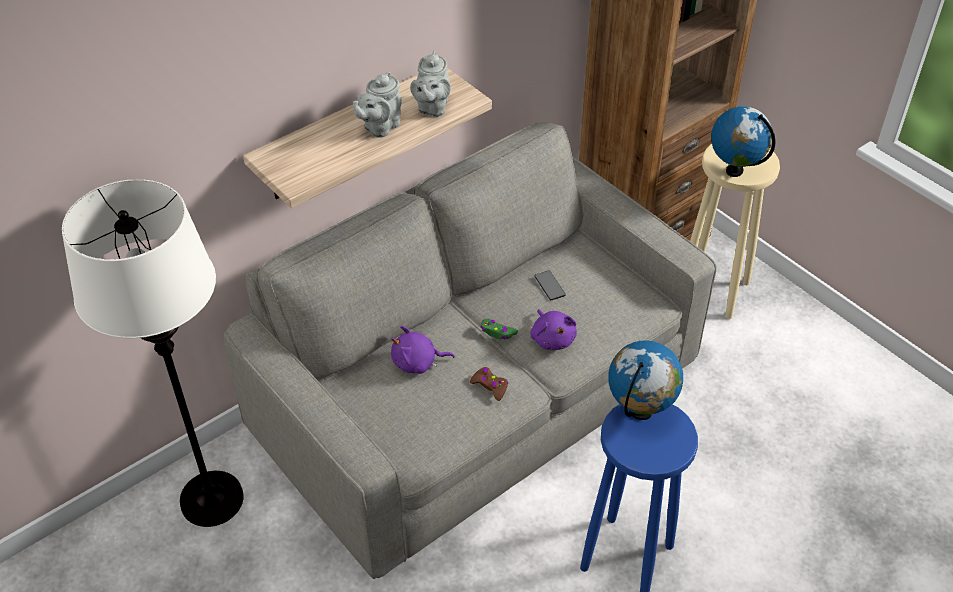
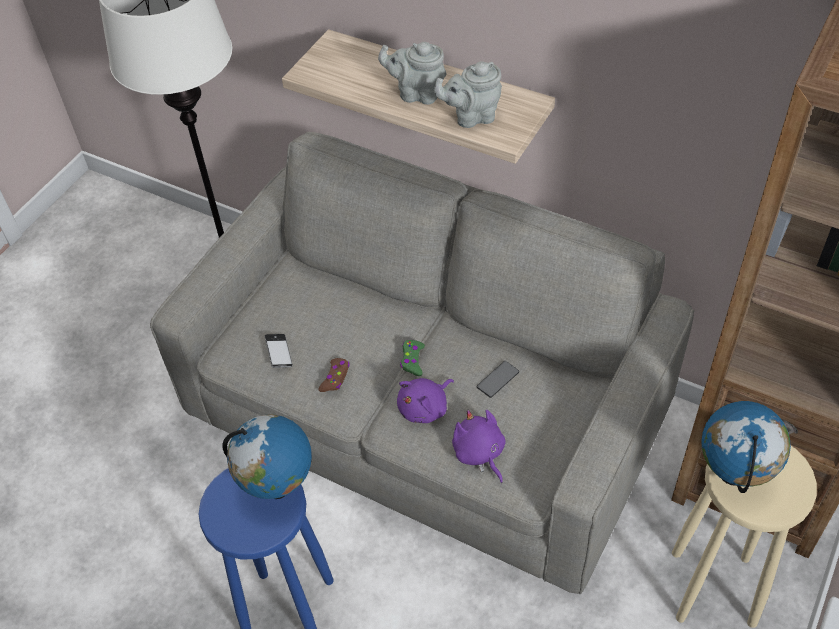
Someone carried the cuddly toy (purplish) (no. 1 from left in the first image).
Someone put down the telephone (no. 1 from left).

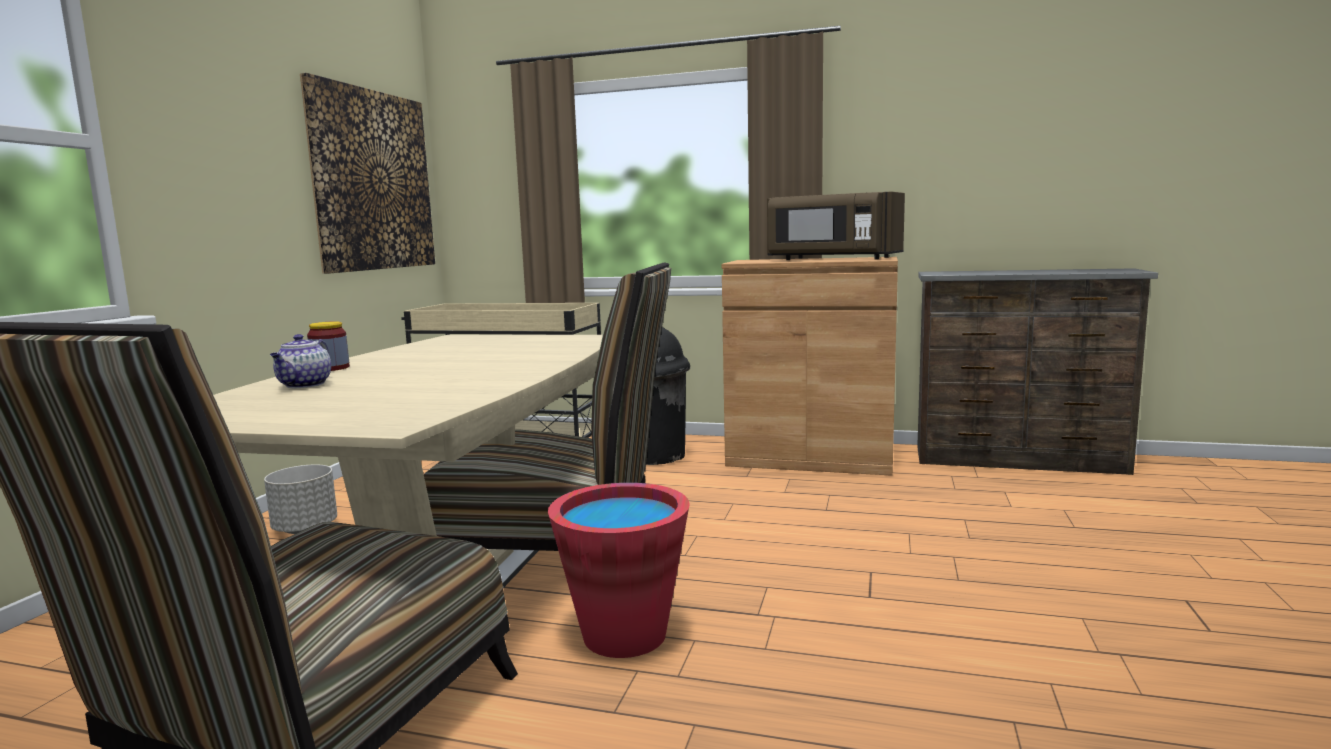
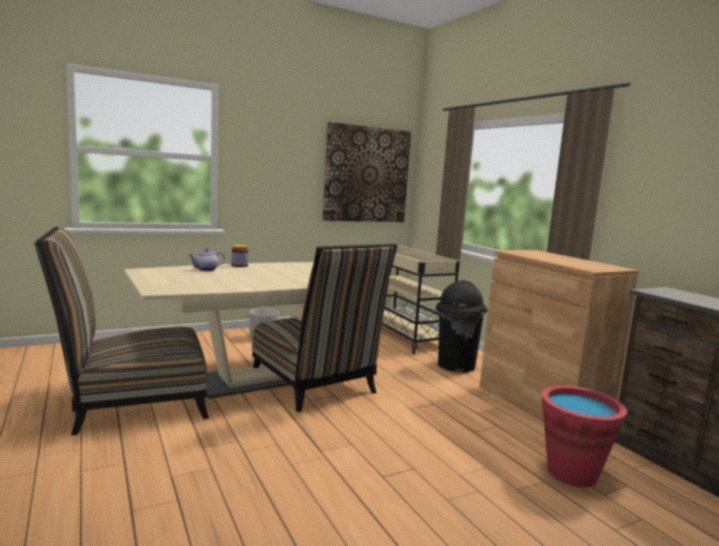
Someone carried the bucket (reddish).
Someone took away the kitchen microwave (brown-coloured).

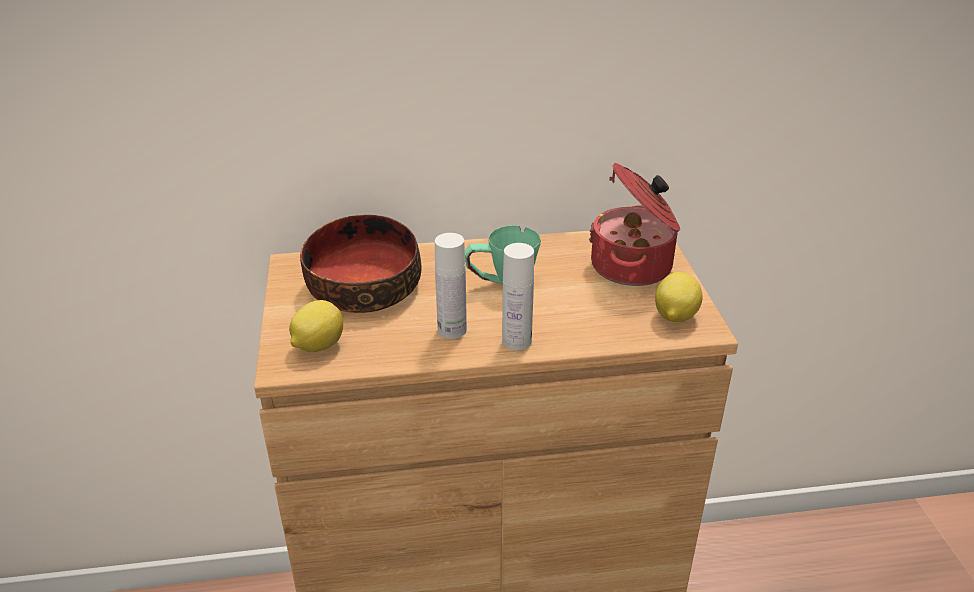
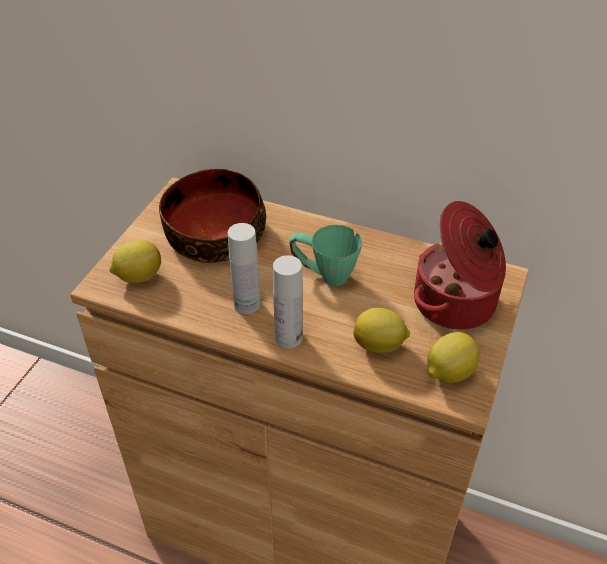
Someone put down the whole lemon (no. 2 from left).

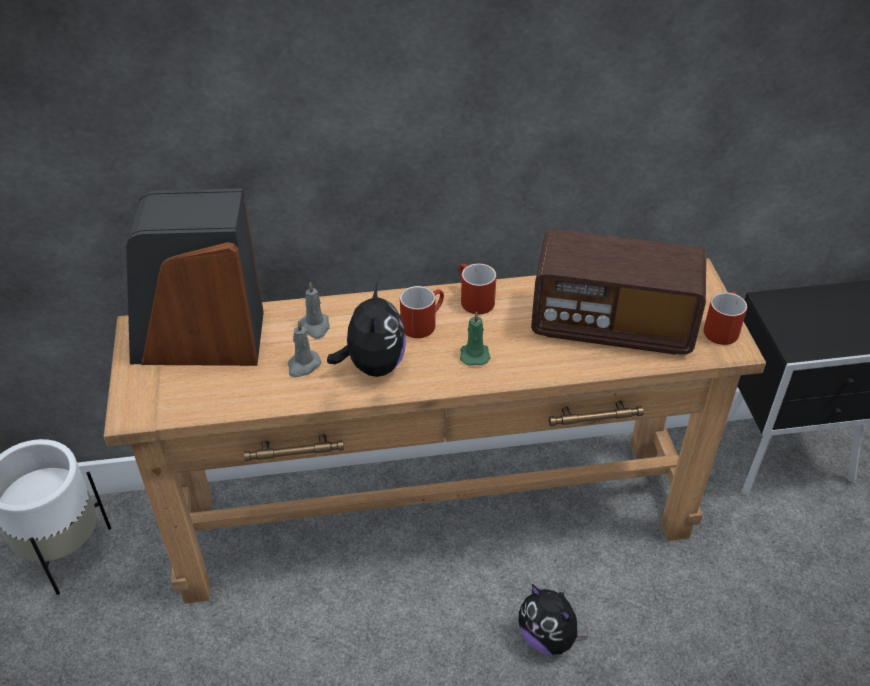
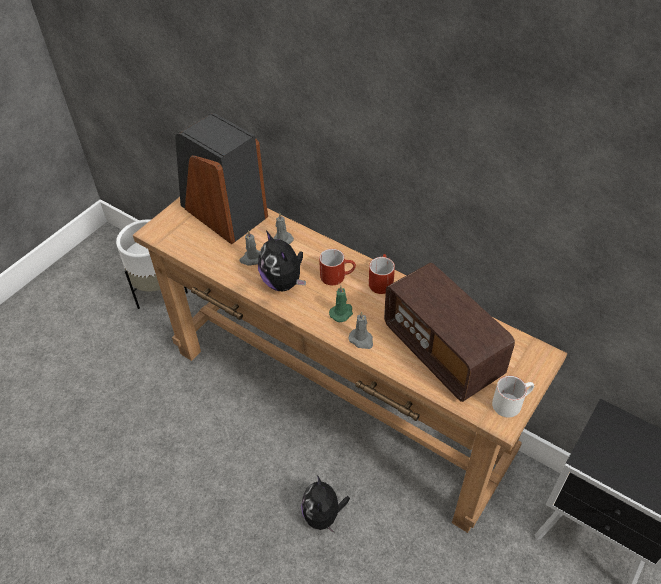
Someone rotated the cuddly toy (no. 1 from left) by 105 degrees clockwise.
Someone repainted the mug (reddish) (no. 3 from left), which became the mug (white-coloured).
Someone put down the candle (gray) (no. 3 from left).

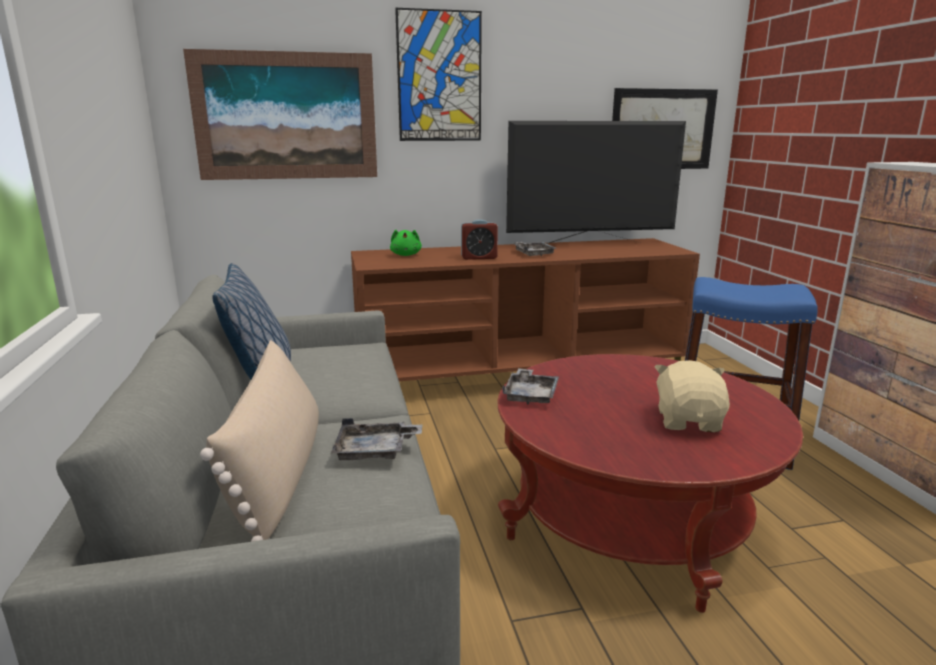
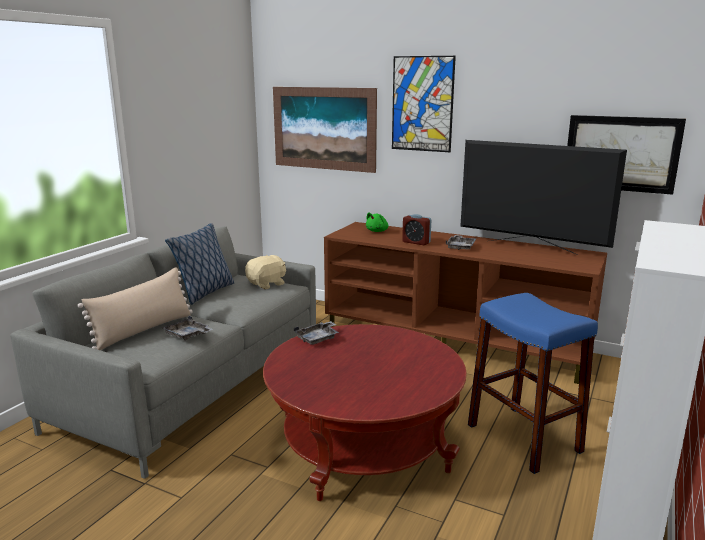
Someone carried the cuddly toy (beige-coloured).

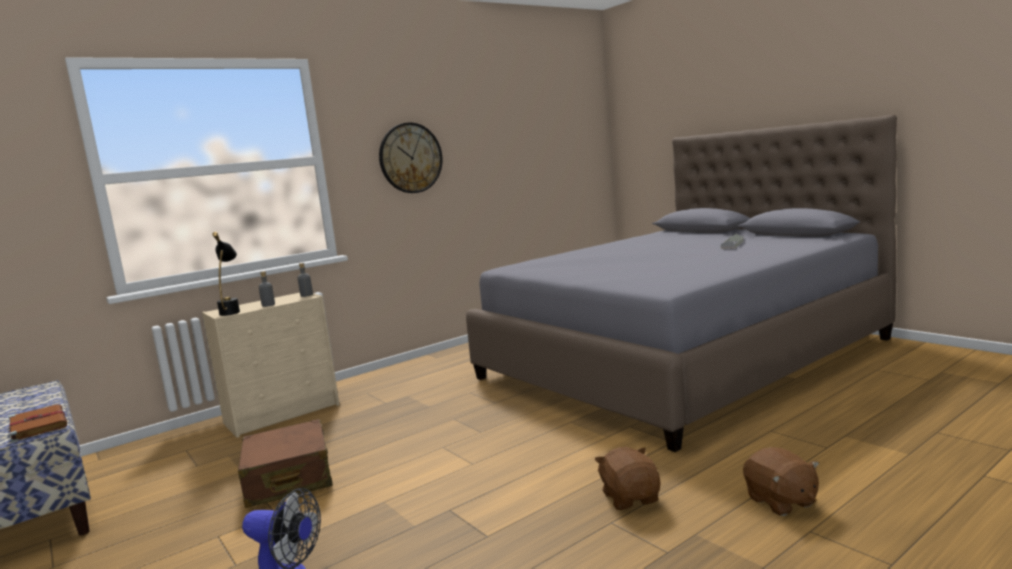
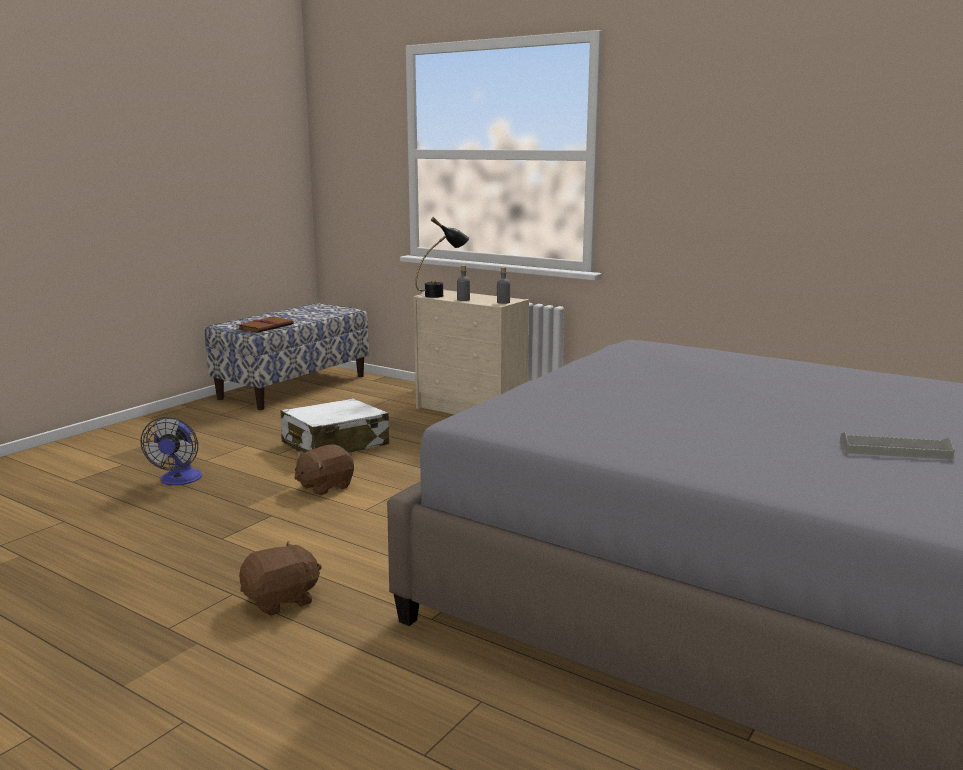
Someone repainted the piece of luggage (brown-coloured), which became the piece of luggage (white-coloured).
Someone took away the clock on the wall.
Someone carried the cuddly toy (brown-coloured) (no. 2 from left).

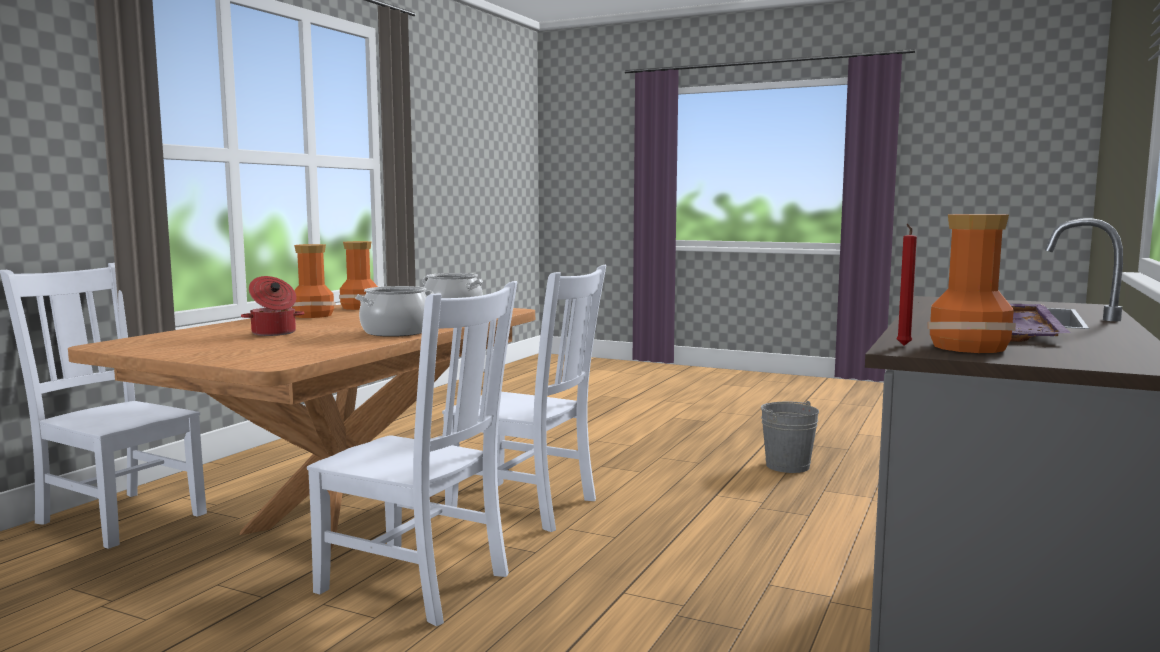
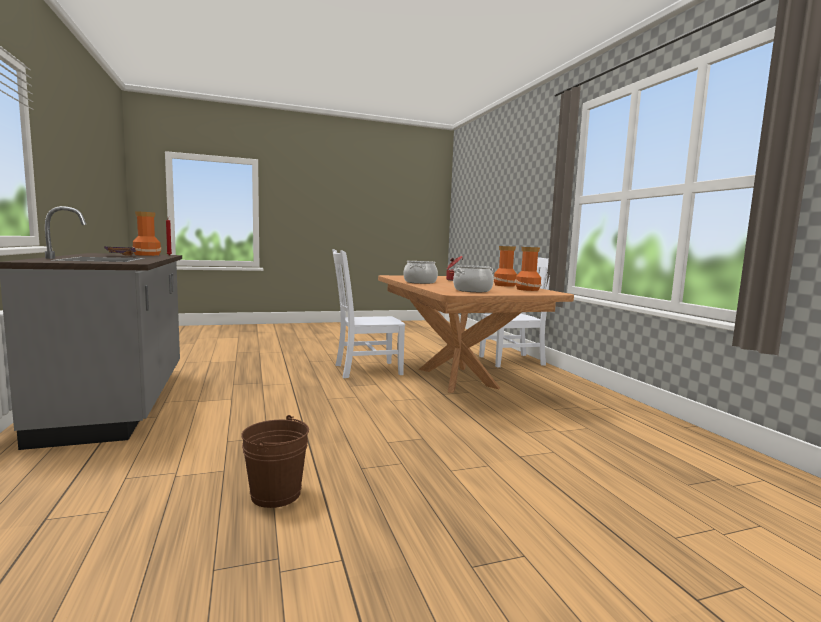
Someone took away the chair (white-coloured) (no. 3 from left).
Someone repainted the bucket (gray), which became the bucket (brown-coloured).

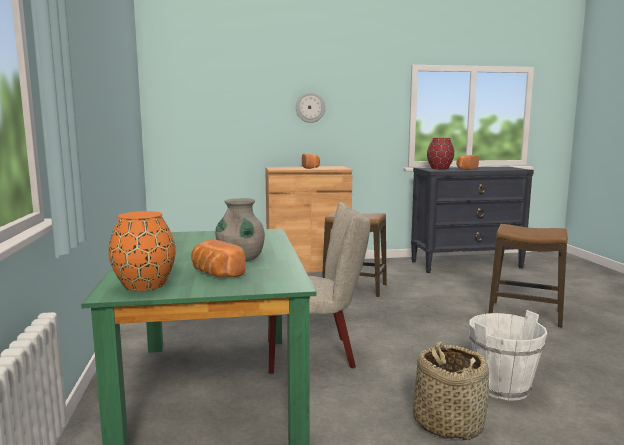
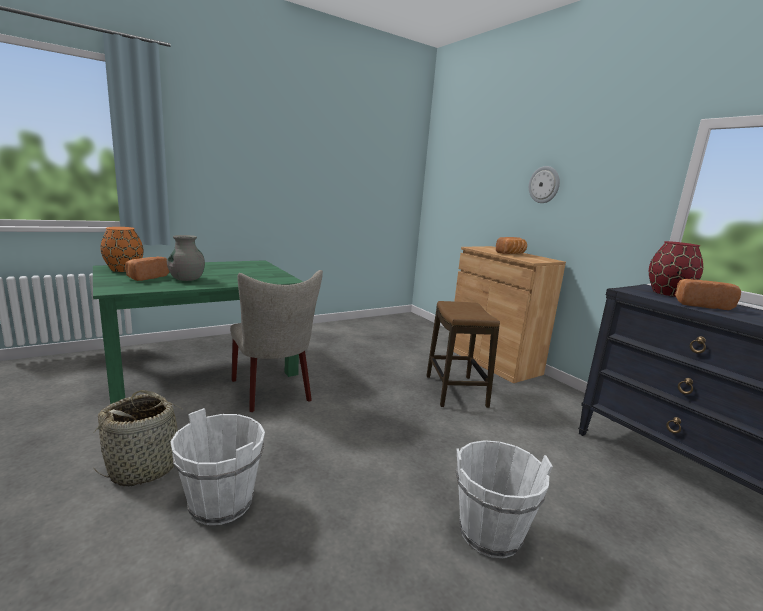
Someone swapped the sitting stool (no. 2 from left) for the bucket (white-coloured) (no. 2 from left).

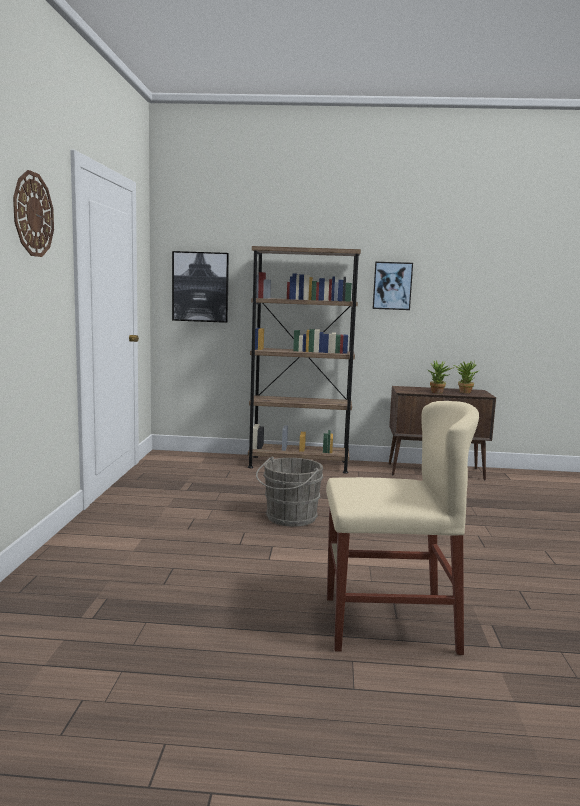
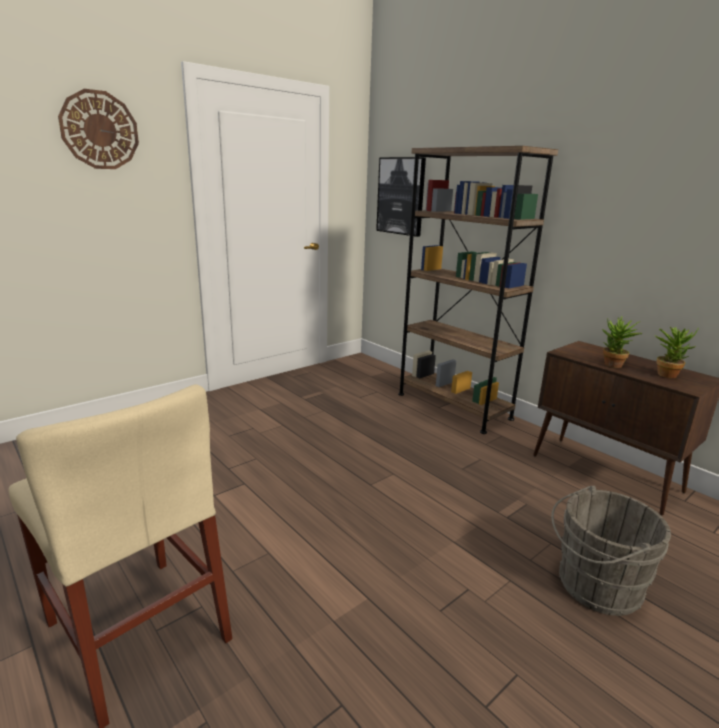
Someone carried the bucket (gray).
Someone took away the wall picture (no. 2 from left).

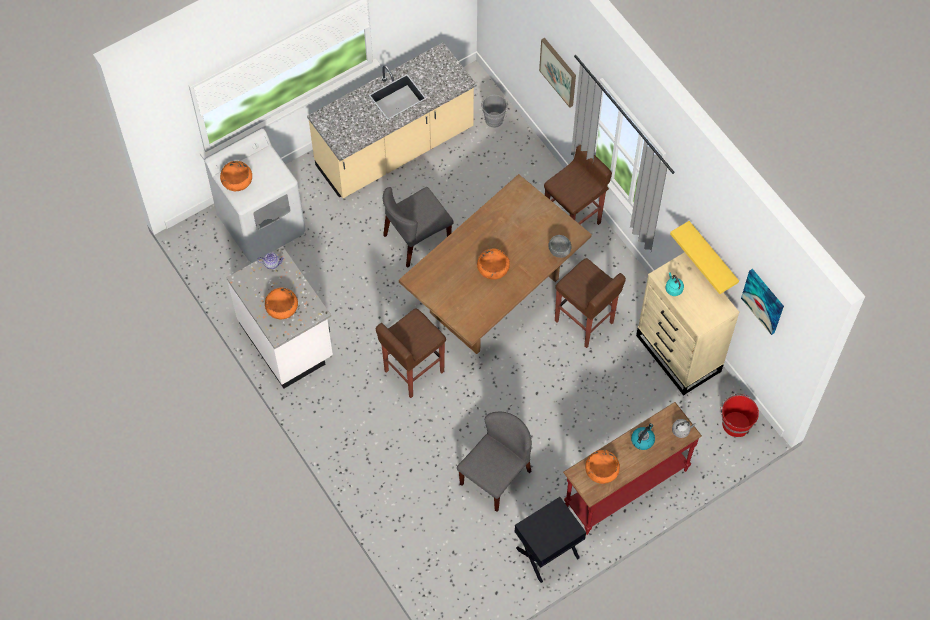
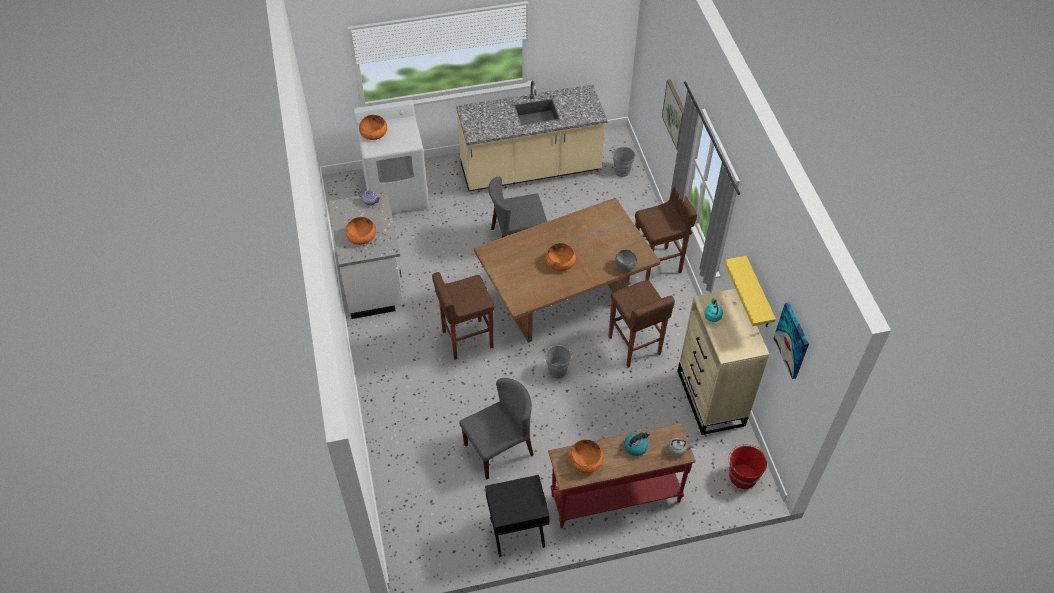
Someone put down the bucket (gray) (no. 1 from left).

